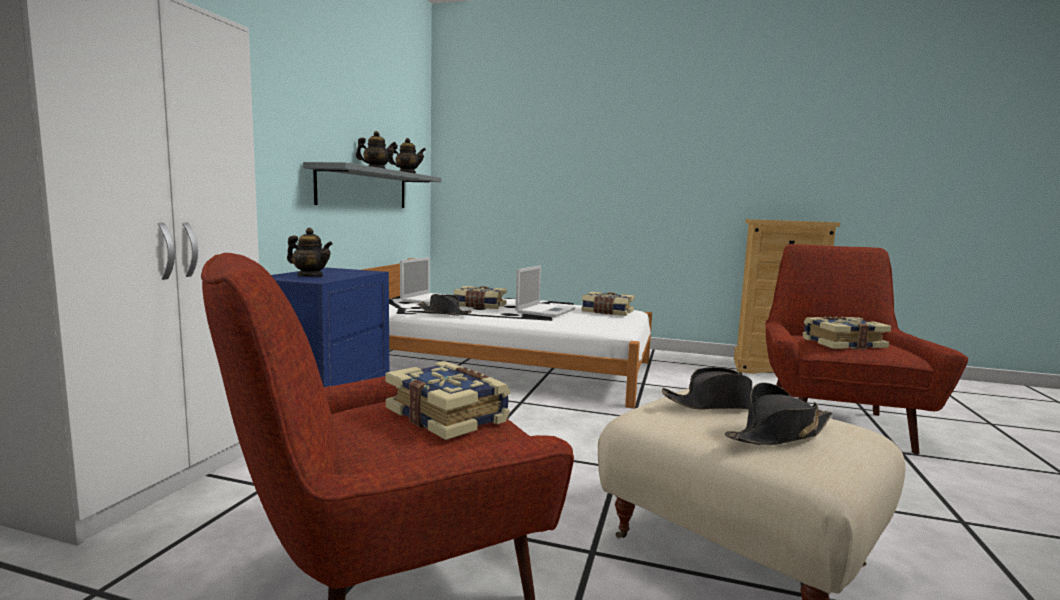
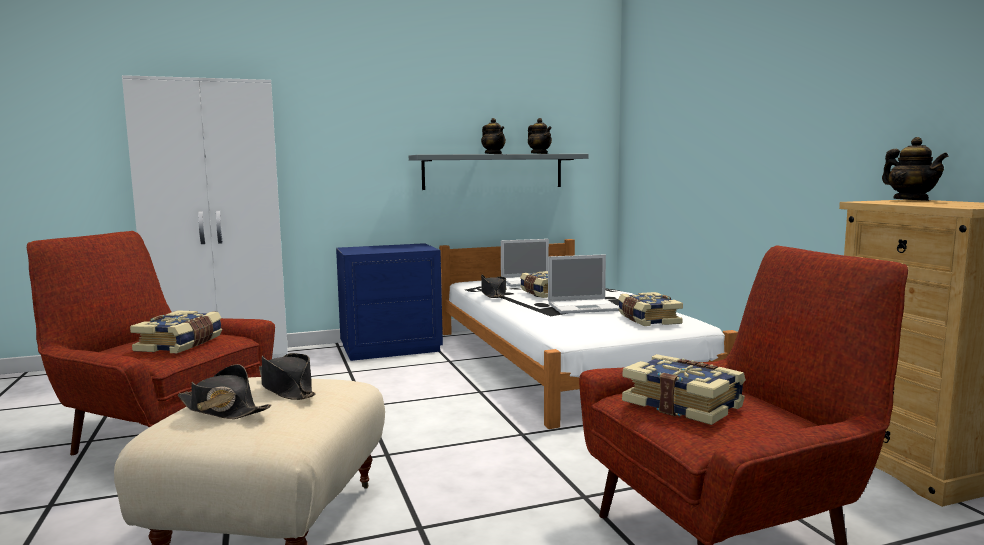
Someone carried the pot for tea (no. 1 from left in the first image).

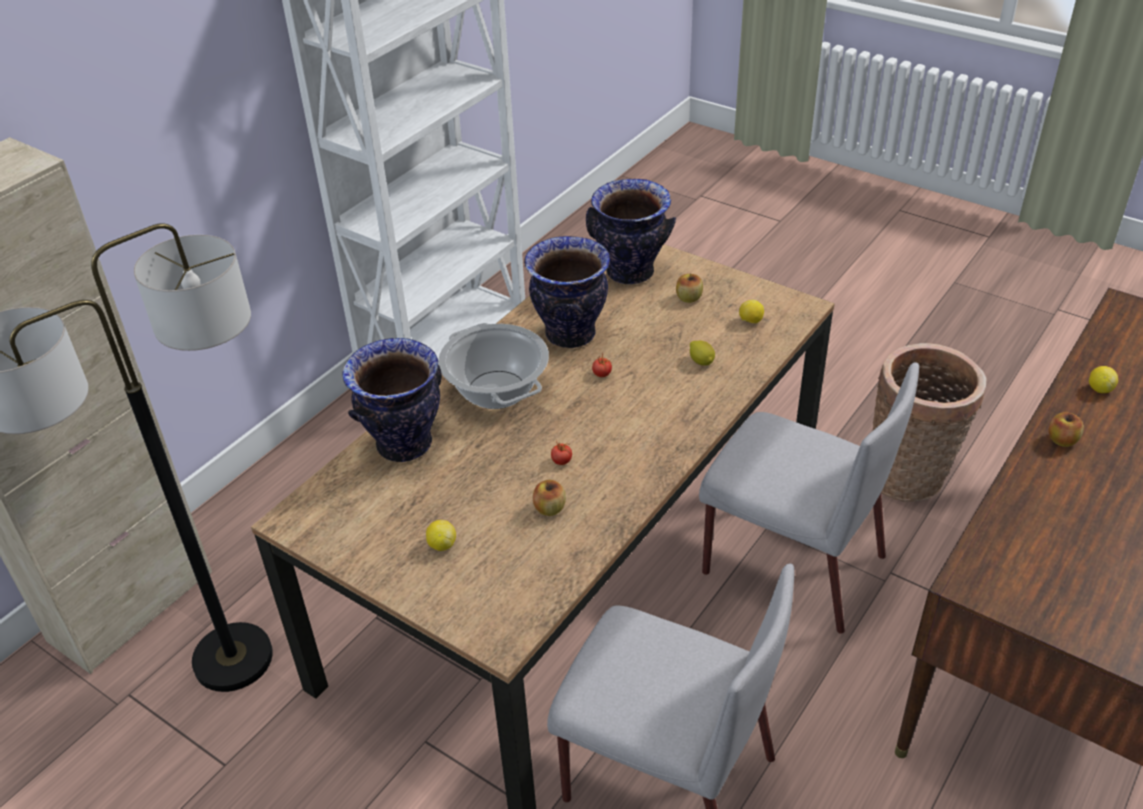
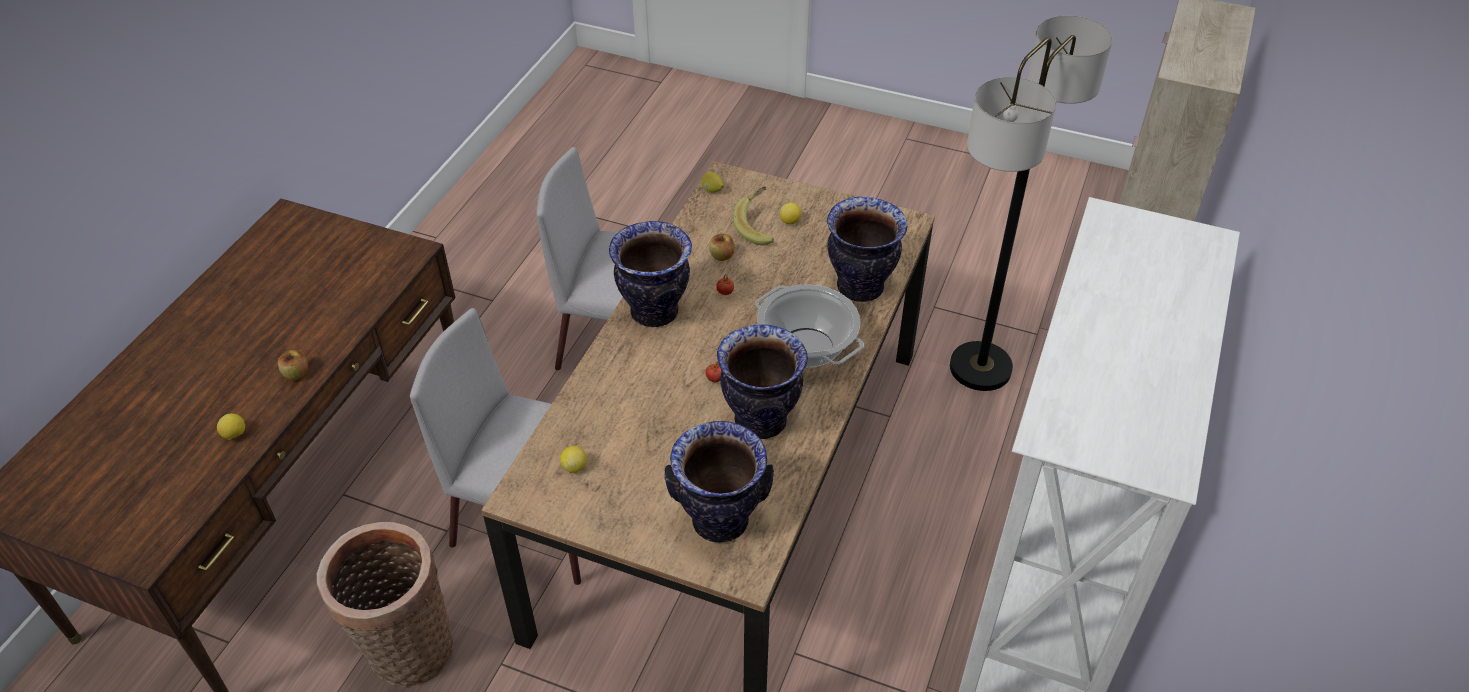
Someone took away the apple fruit (no. 2 from left).
Someone carried the whole lemon (no. 2 from left in the first image).
Someone put down the decorative vase (no. 1 from left).
Someone put down the banana fruit.

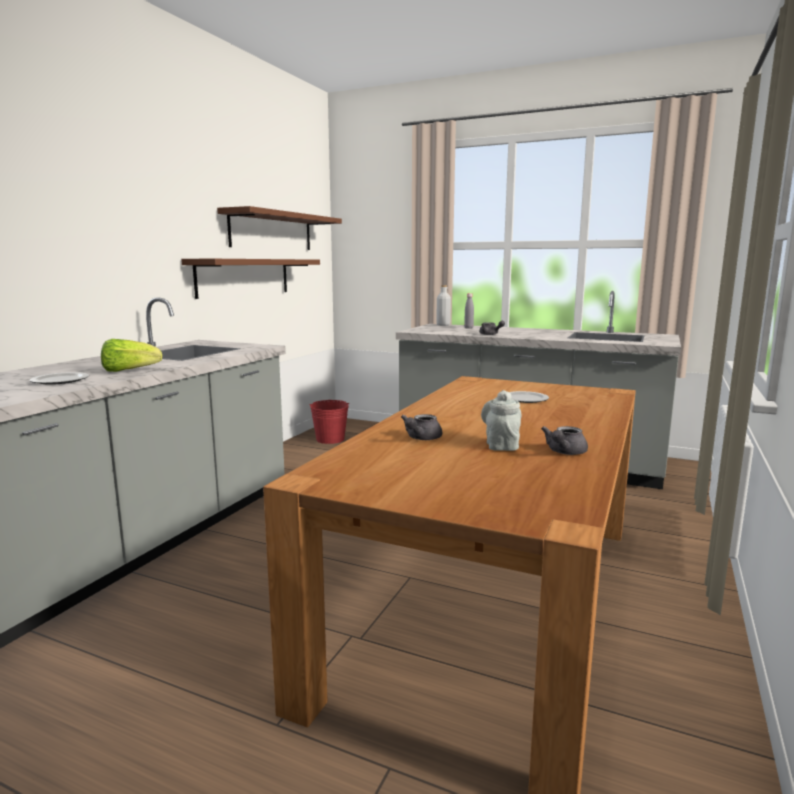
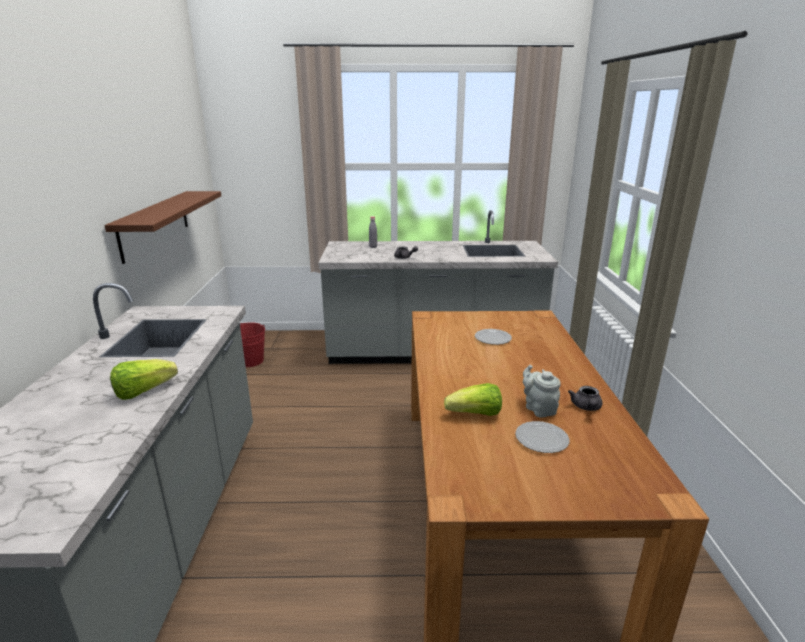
Someone carried the dinner plate (no. 1 from left in the first image).
Someone took away the shelf (brown-coloured) (no. 2 from left).
Someone swapped the pot for tea (gray) (no. 1 from left) for the head of lettuce (no. 2 from left).
Someone took away the drink bottle (gray) (no. 1 from left).

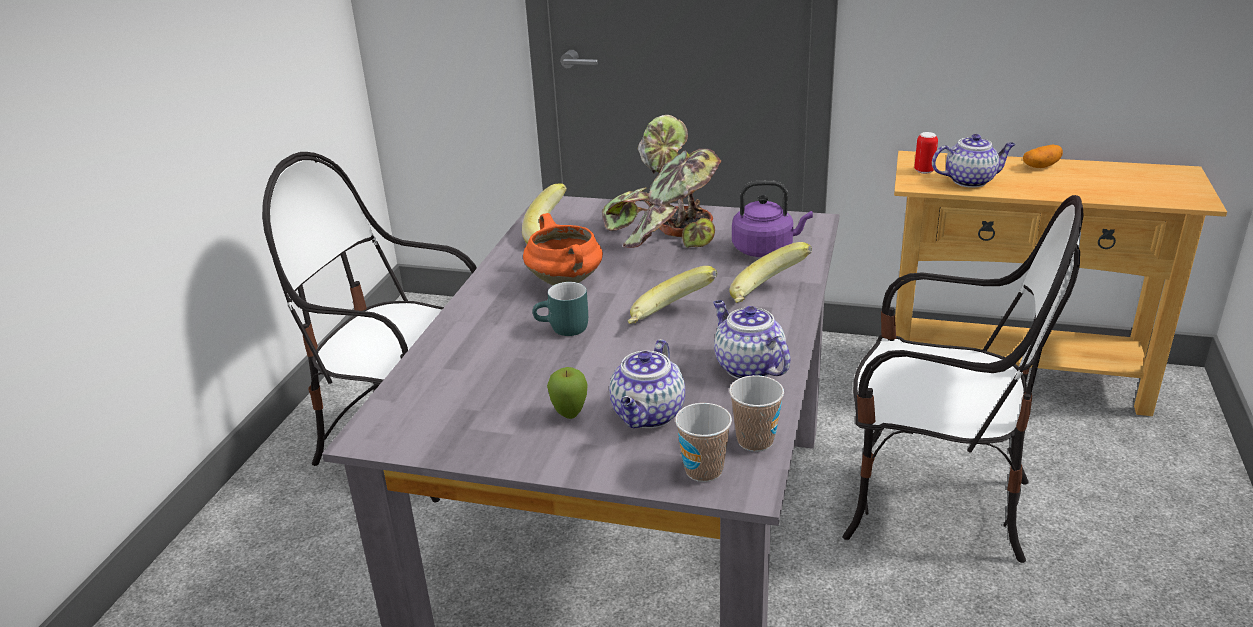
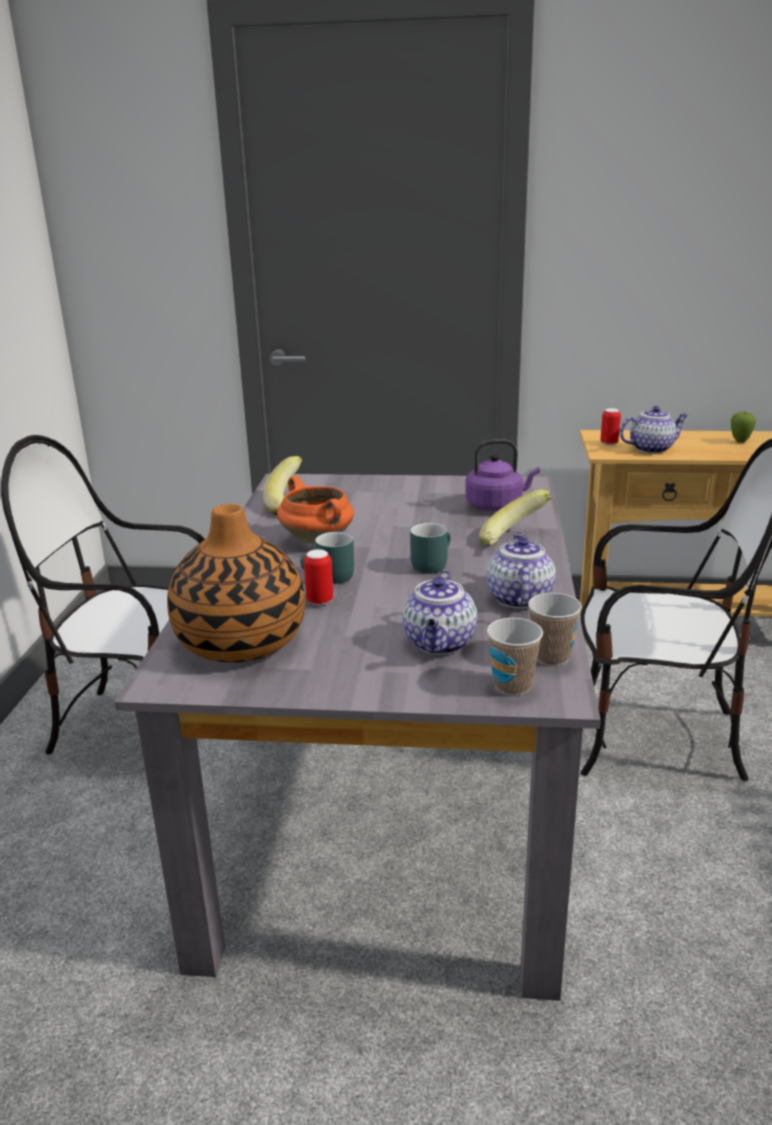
Someone carried the apple fruit.
Someone took away the houseplant.
Someone swapped the banana fruit (no. 2 from left) for the mug (turquoise-coloured) (no. 2 from left).
Someone rotated the pot for tea (no. 2 from left) by 45 degrees clockwise.
Someone took away the spud.
Someone put down the decorative vase.
Someone put down the metal can (no. 1 from left).

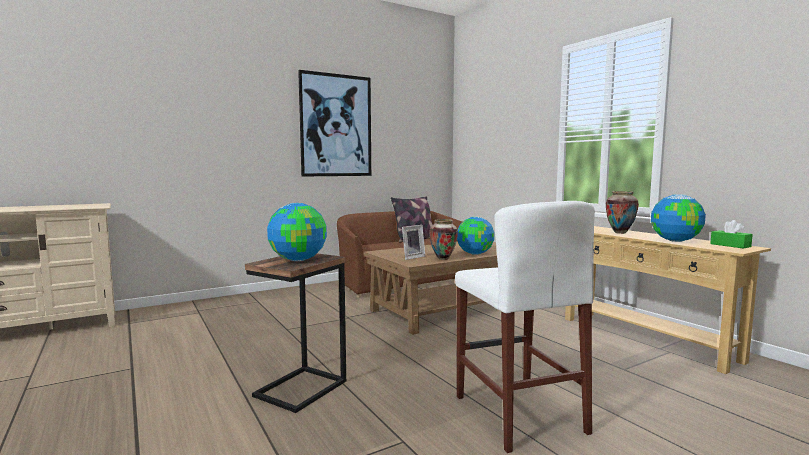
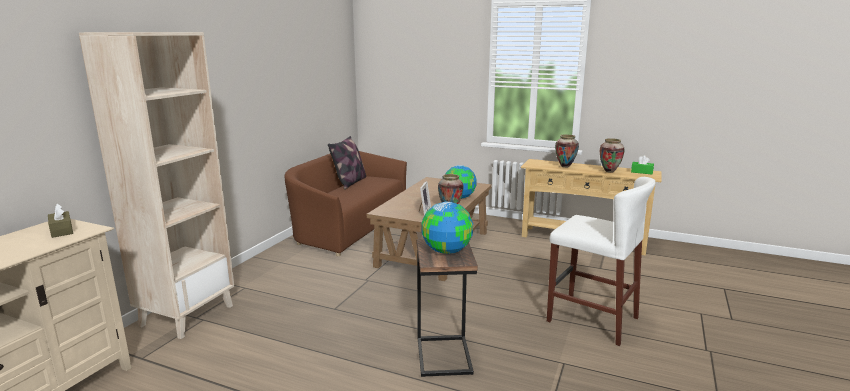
Someone took away the wall picture.
Someone swapped the globe (no. 3 from left) for the decorative vase (no. 3 from left).
Someone put down the box of tissues (brown-coloured).
Someone put down the bookcase (beige-coloured).

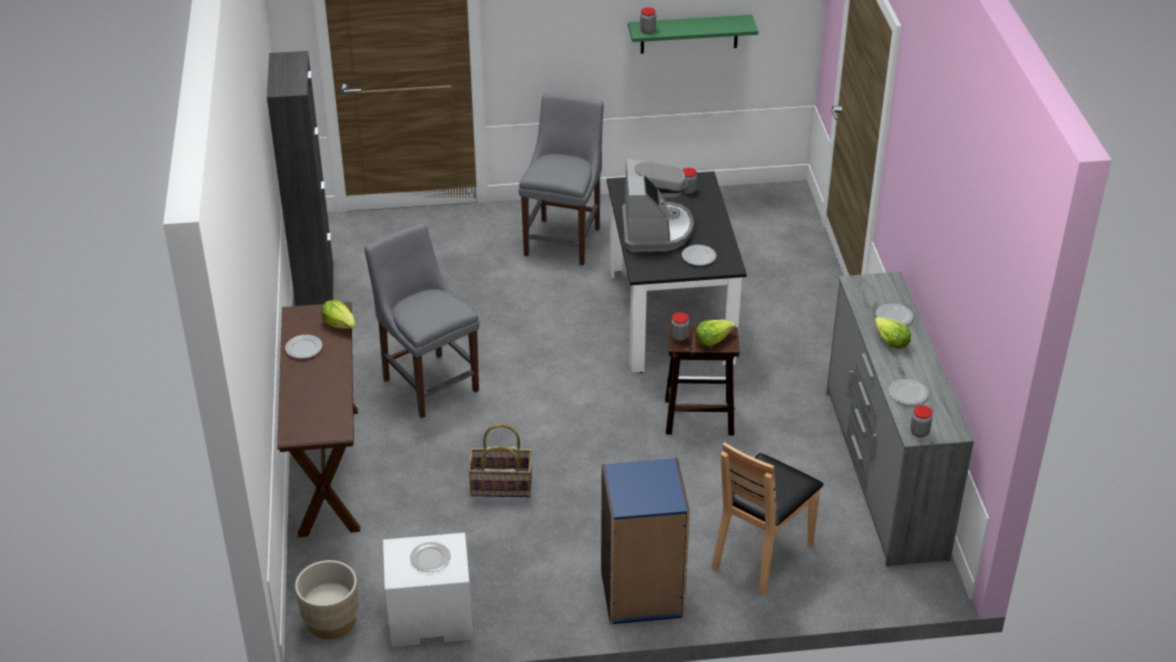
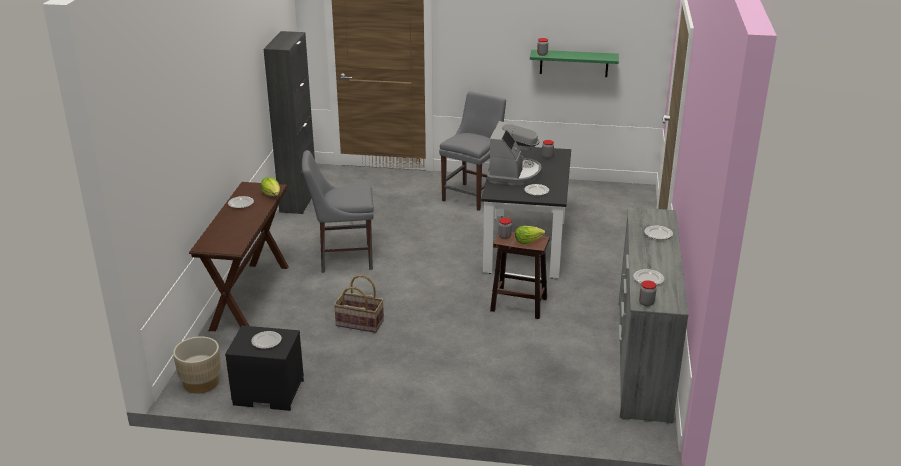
Someone rotated the chair (gray) (no. 1 from left) by 75 degrees counterclockwise.
Someone repainted the night table (white-coloured), which became the night table (black).
Someone took away the bookcase (blue-coloured).
Someone took away the chair (brown-coloured).
Someone took away the head of lettuce (no. 3 from left).

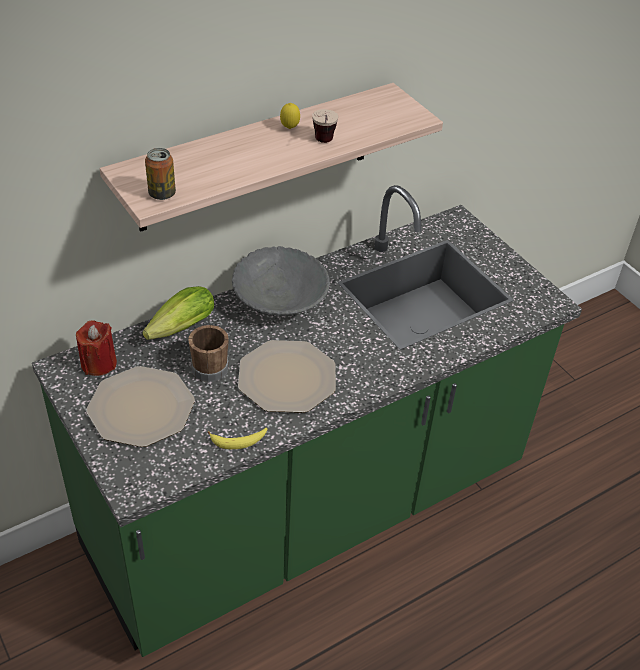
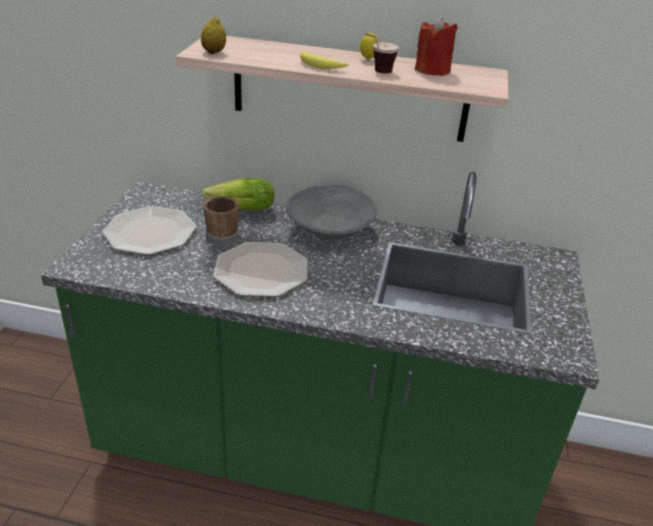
Someone carried the candle (reddish).
Someone swapped the metal can for the whole lemon (no. 1 from left).
Someone carried the banana fruit.

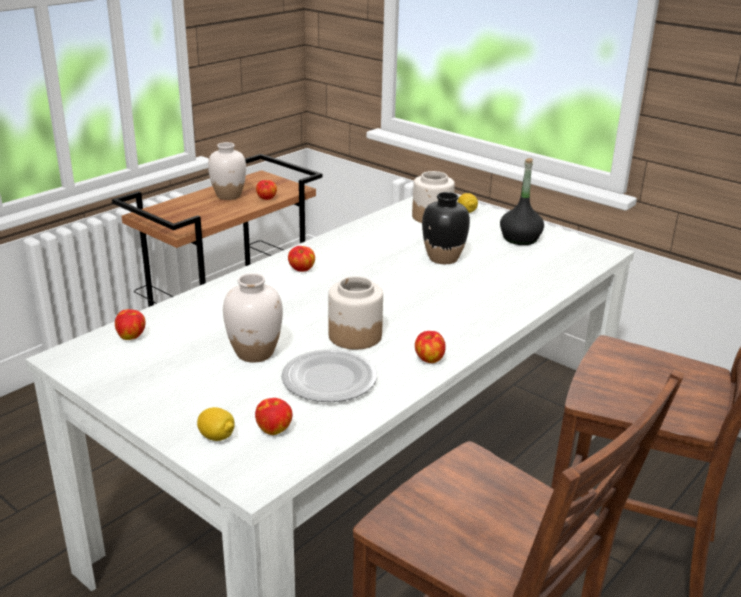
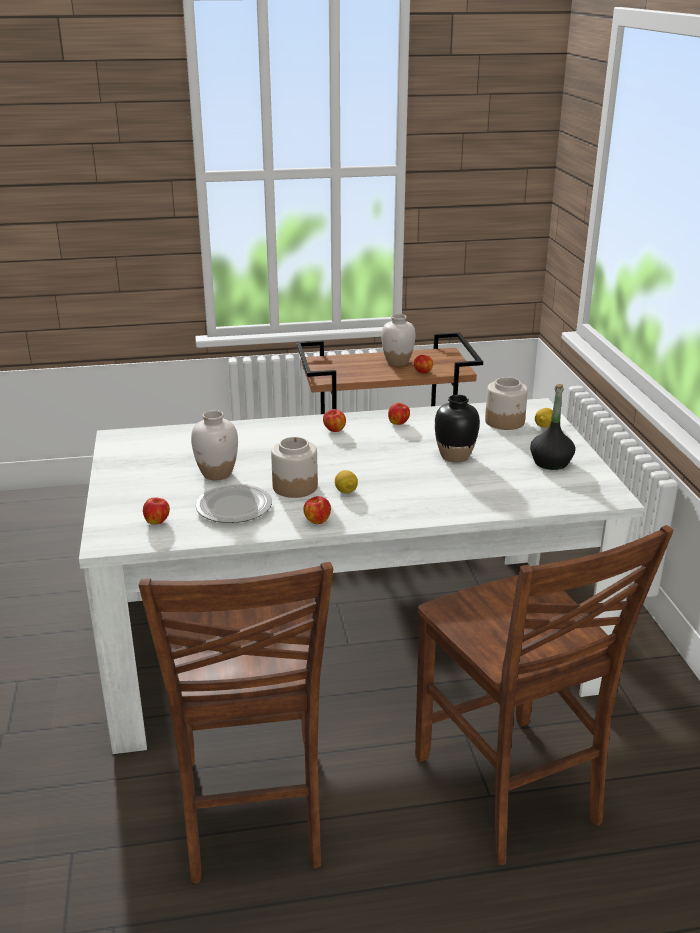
Someone carried the apple fruit (no. 1 from left in the first image).
Someone carried the whole lemon (no. 1 from left).

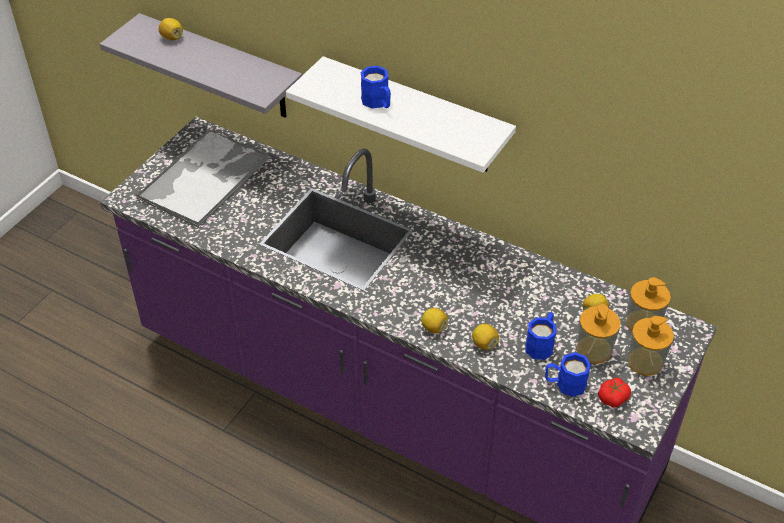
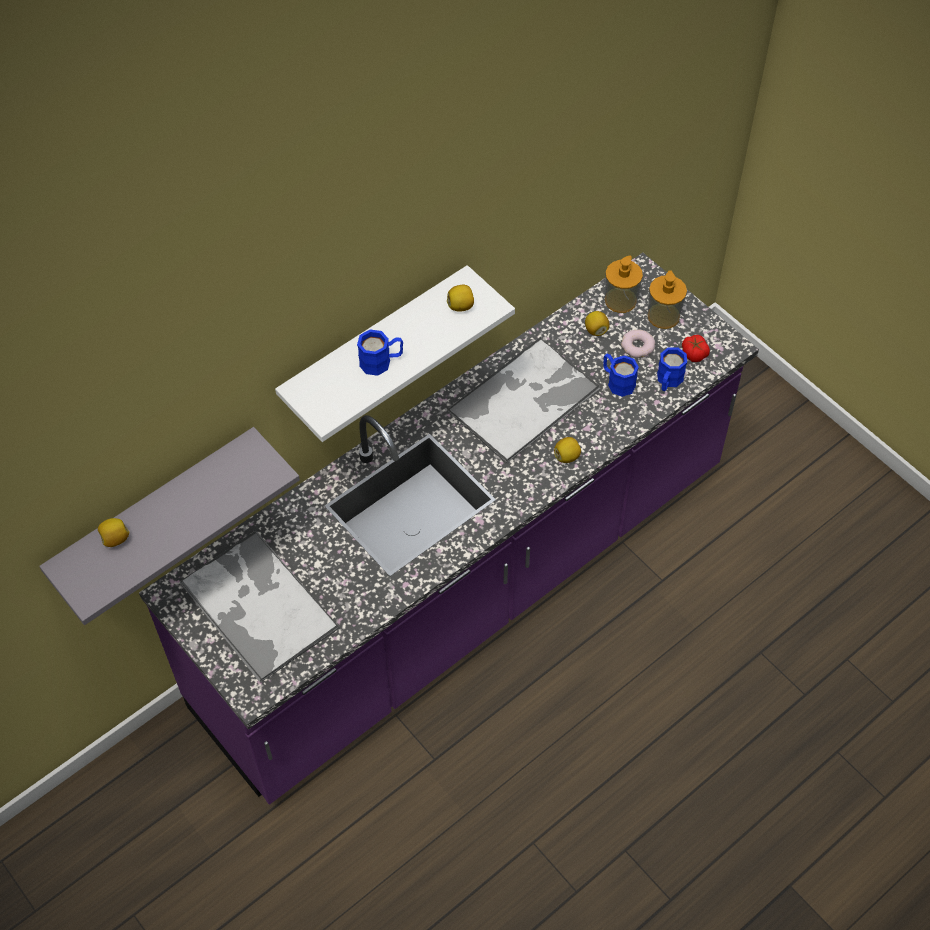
Someone carried the whole lemon (no. 3 from left in the first image).
Someone swapped the liquid soap bottle (no. 1 from left) for the ring doughnut.
Someone put down the serving tray (no. 2 from left).

